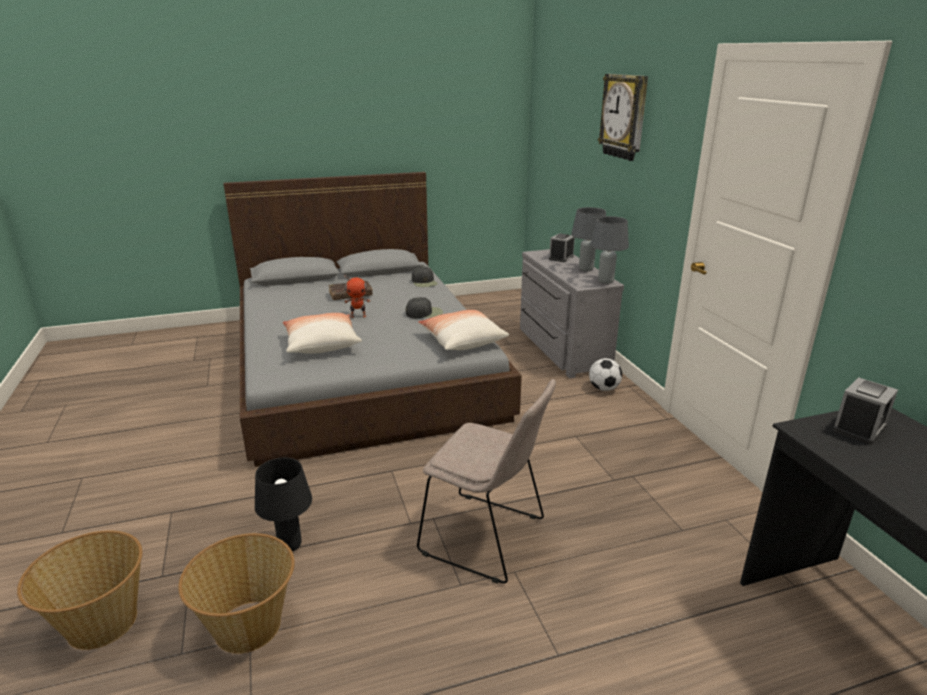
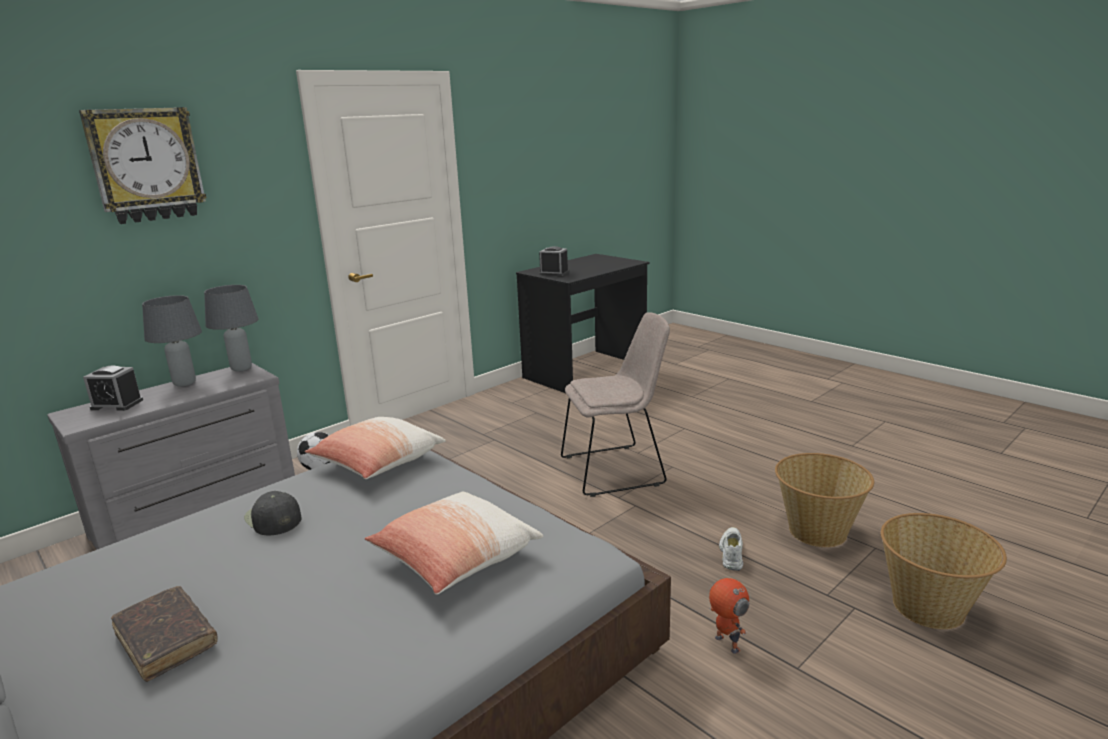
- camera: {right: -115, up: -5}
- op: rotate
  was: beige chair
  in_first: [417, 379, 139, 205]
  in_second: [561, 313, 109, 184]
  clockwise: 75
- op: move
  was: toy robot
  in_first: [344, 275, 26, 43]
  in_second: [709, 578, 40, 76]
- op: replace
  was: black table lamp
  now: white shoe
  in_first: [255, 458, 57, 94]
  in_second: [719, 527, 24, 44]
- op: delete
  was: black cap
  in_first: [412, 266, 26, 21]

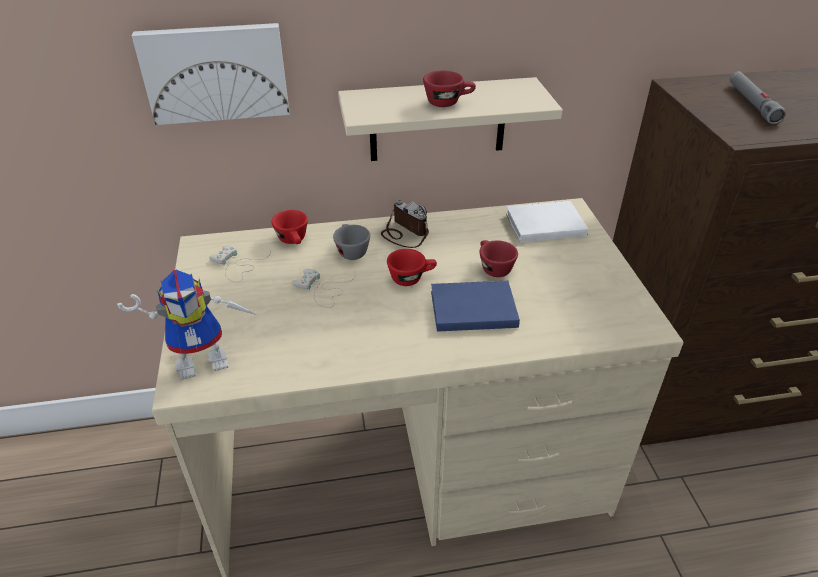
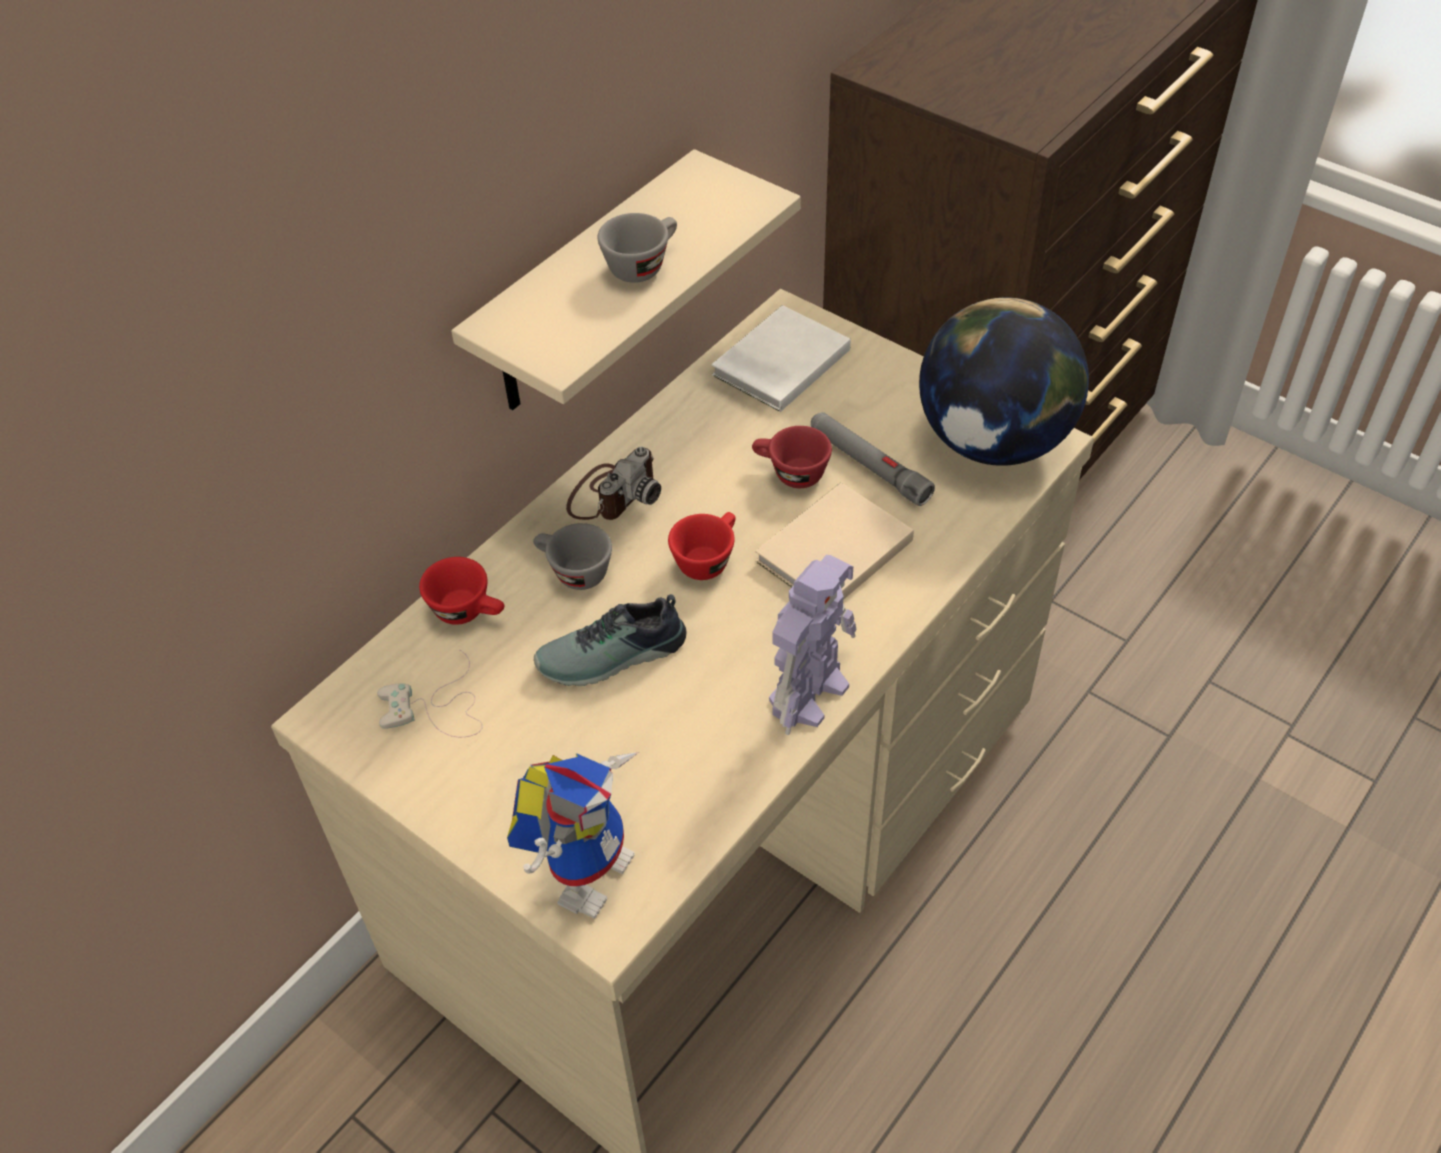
- camera: {right: -40, up: 10}
- op: replace
  was: white game controller
  now: shoe
  in_first: [292, 269, 63, 39]
  in_second: [534, 594, 152, 92]
- op: rotate
  was: photo camera
  in_first: [381, 200, 48, 48]
  in_second: [566, 447, 95, 73]
  clockwise: 120
- op: recolor
  was: red cup
  now: grey cup
  in_first: [423, 71, 53, 36]
  in_second: [598, 213, 79, 70]
- op: recolor
  was: blue book
  now: beige book
  in_first: [431, 281, 89, 51]
  in_second: [755, 482, 159, 118]
- op: insert
  now: toy robot
  in_second: [769, 555, 88, 180]
- op: move
  was: grey flashlight
  in_first: [730, 71, 56, 53]
  in_second: [811, 412, 124, 94]
- op: insert
  now: globe
  in_second: [919, 297, 170, 169]
- op: delete
  was: picture
  in_first: [132, 23, 158, 102]

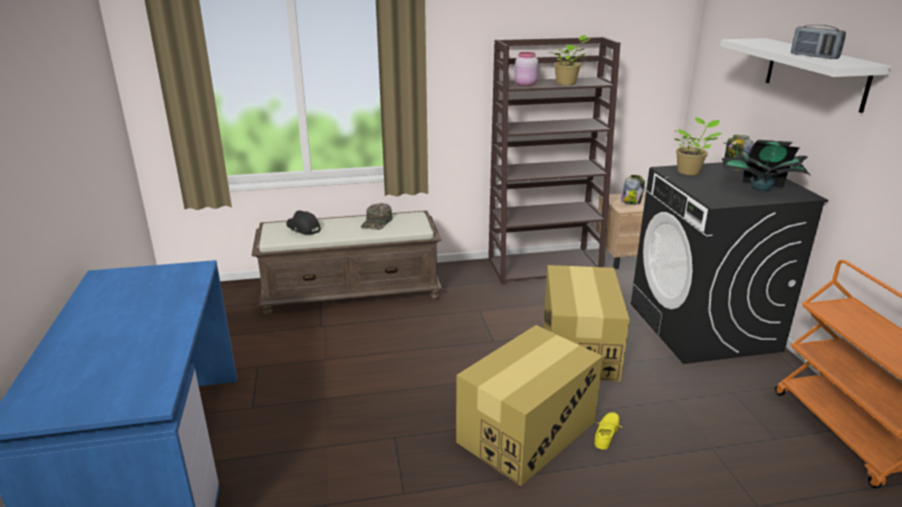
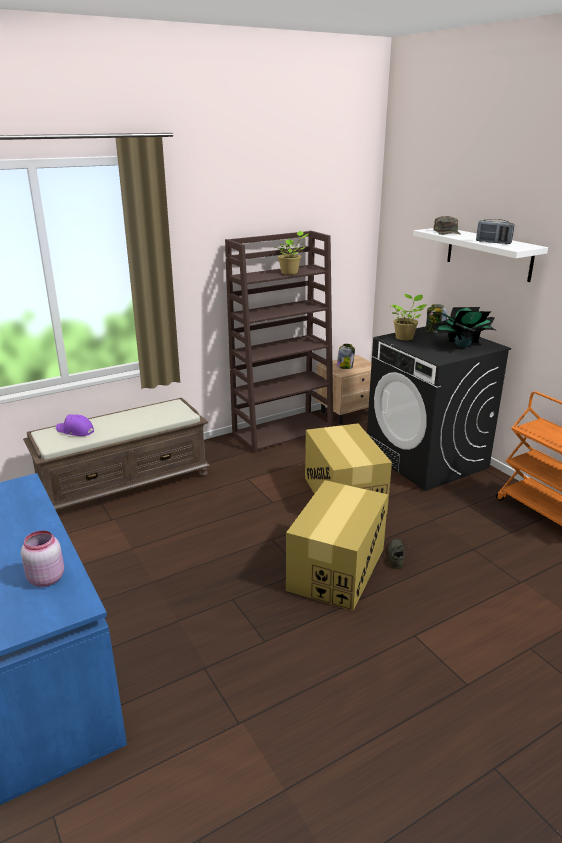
- camera: {right: -20, up: 0}
- op: move
  was: pink jar
  in_first: [515, 52, 23, 34]
  in_second: [21, 530, 43, 57]
- op: recolor
  was: black cap
  now: purple cap
  in_first: [286, 210, 34, 25]
  in_second: [56, 415, 38, 21]
- op: recolor
  was: yellow shoe
  now: grey shoe
  in_first: [594, 412, 29, 38]
  in_second: [388, 539, 22, 30]
- op: move
  was: green cap
  in_first: [361, 203, 31, 27]
  in_second: [433, 216, 28, 19]

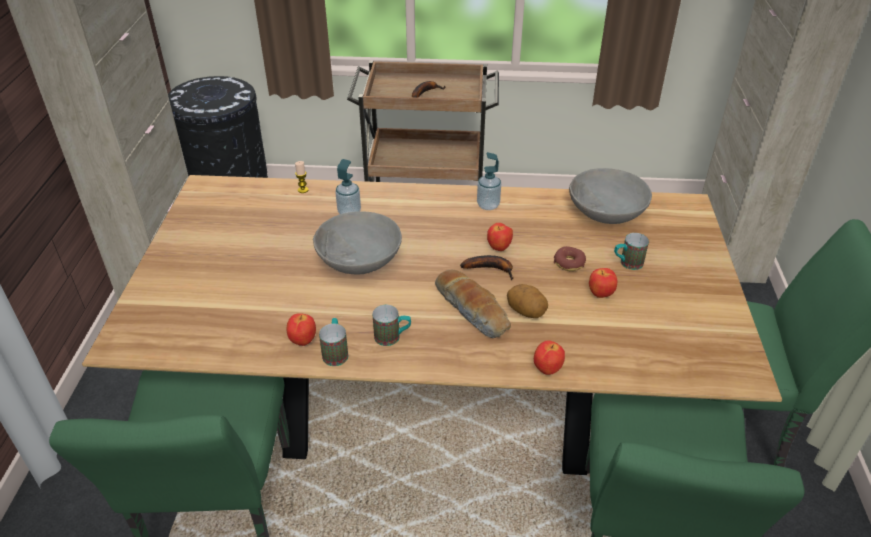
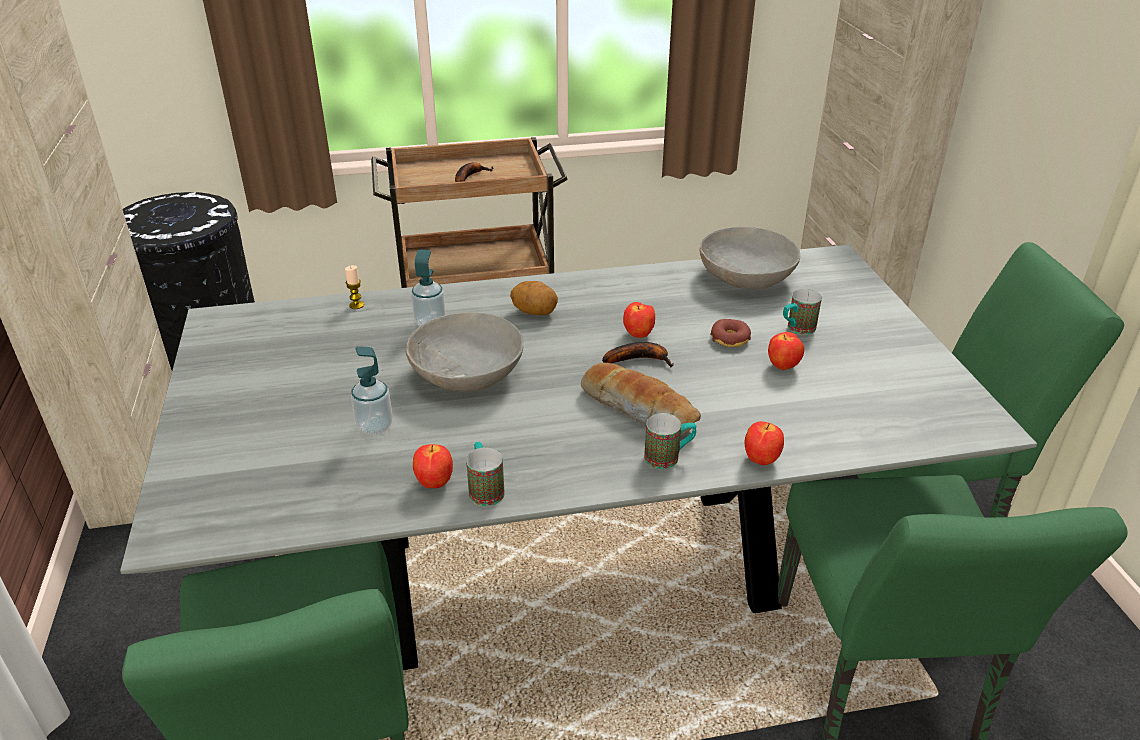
- camera: {right: -15, up: -5}
- op: recolor
  was: brown dining table
  now: grey dining table
  in_first: [82, 175, 700, 300]
  in_second: [120, 245, 917, 425]
- op: move
  was: soap dispenser
  in_first: [477, 152, 24, 58]
  in_second: [351, 346, 41, 89]
- op: move
  was: potato
  in_first: [507, 284, 41, 34]
  in_second: [510, 281, 48, 34]
- op: move
  was: mug
  in_first: [373, 305, 38, 41]
  in_second: [644, 413, 52, 56]

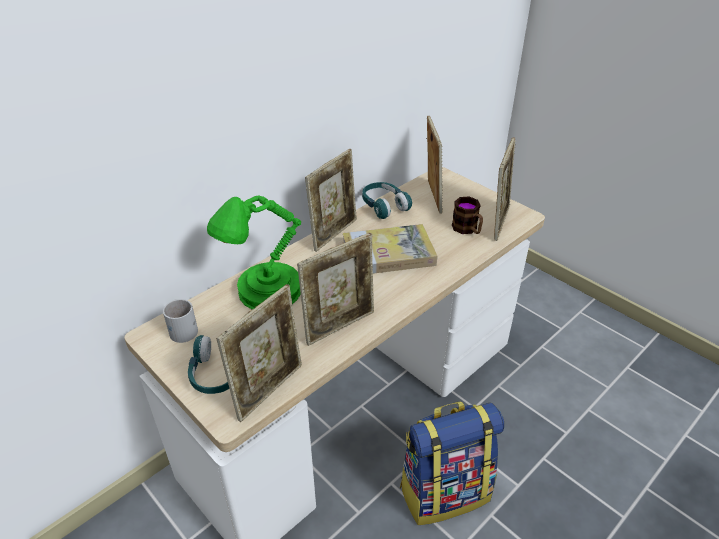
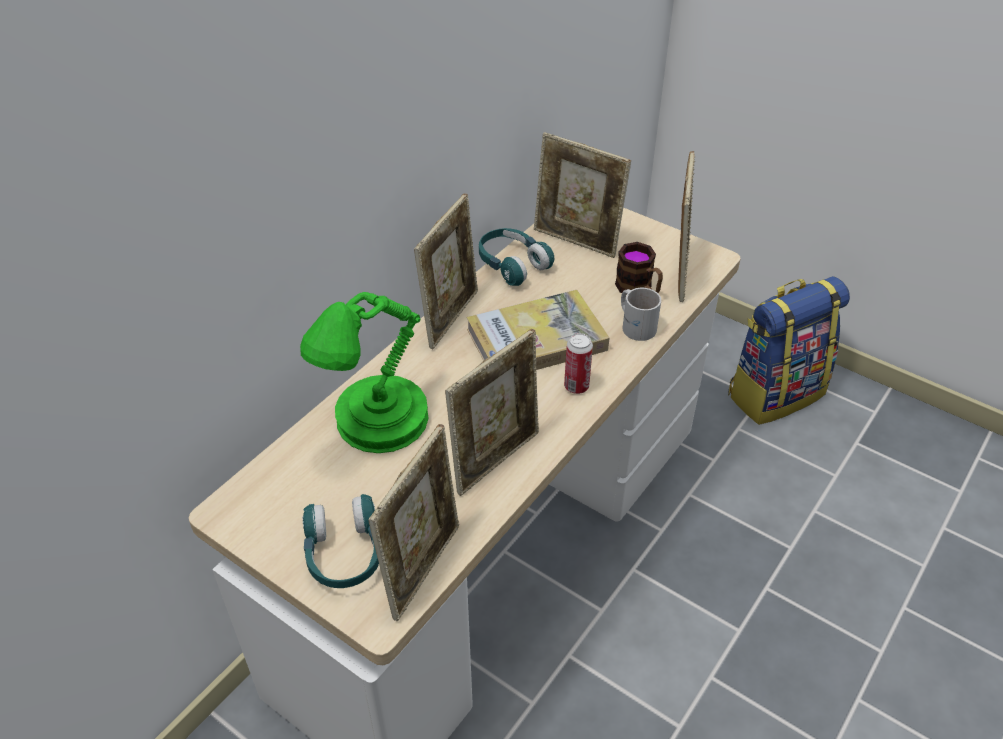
- camera: {right: -10, up: 5}
- op: rotate
  was: picture frame
  in_first: [426, 116, 17, 98]
  in_second: [534, 132, 97, 126]
  clockwise: 135
- op: insert
  now: can
  in_second: [564, 333, 29, 61]
- op: move
  was: white mug
  in_first: [163, 299, 35, 44]
  in_second: [621, 288, 40, 53]
- op: move
  was: backpack
  in_first: [400, 402, 104, 123]
  in_second: [728, 276, 122, 149]

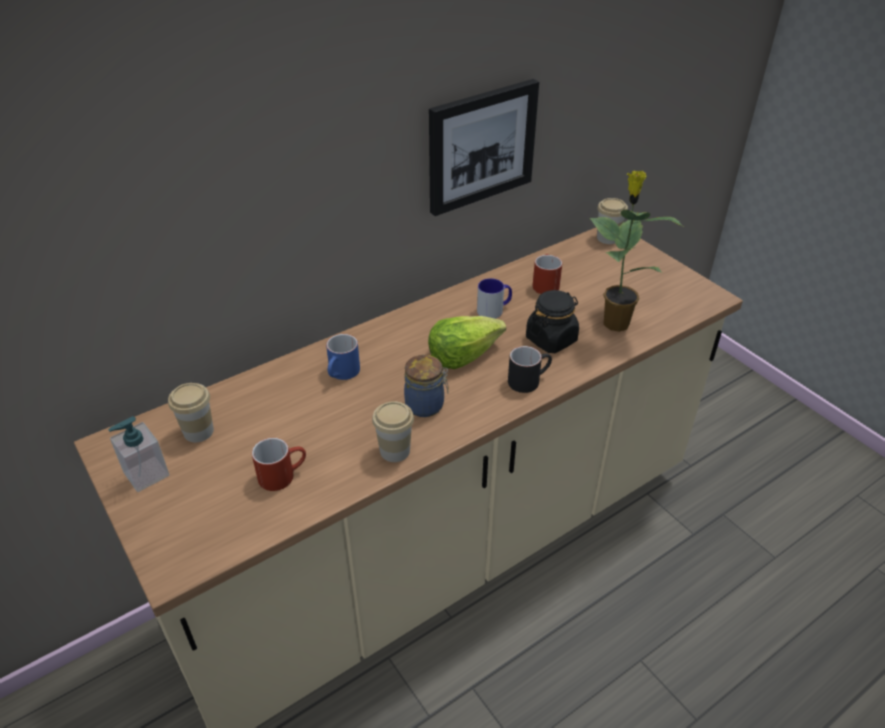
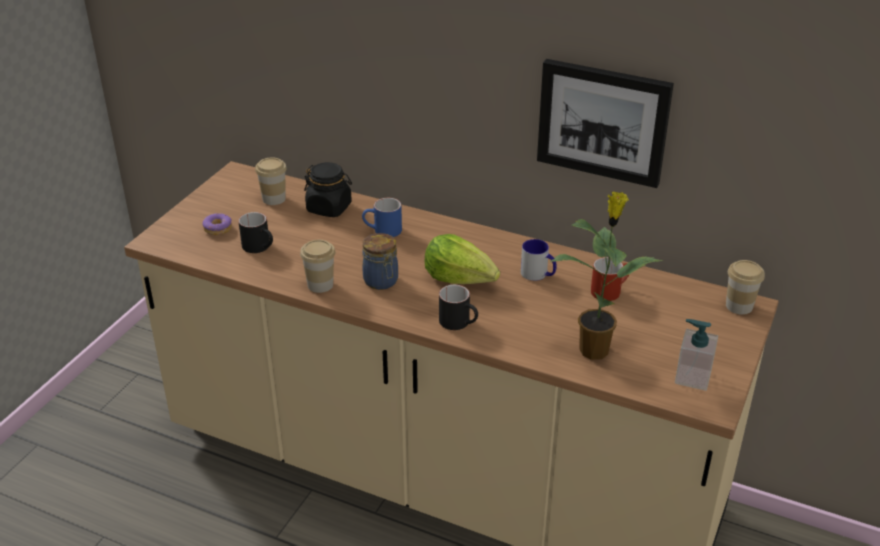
- camera: {right: 60, up: -5}
- op: insert
  now: donut
  in_second: [202, 213, 30, 23]
- op: recolor
  was: red mug
  now: black mug
  in_first: [252, 438, 54, 53]
  in_second: [238, 212, 35, 41]
- op: move
  was: black jar
  in_first: [526, 290, 53, 63]
  in_second: [304, 162, 48, 55]
- op: move
  was: soap dispenser
  in_first: [108, 416, 62, 76]
  in_second: [675, 319, 43, 72]

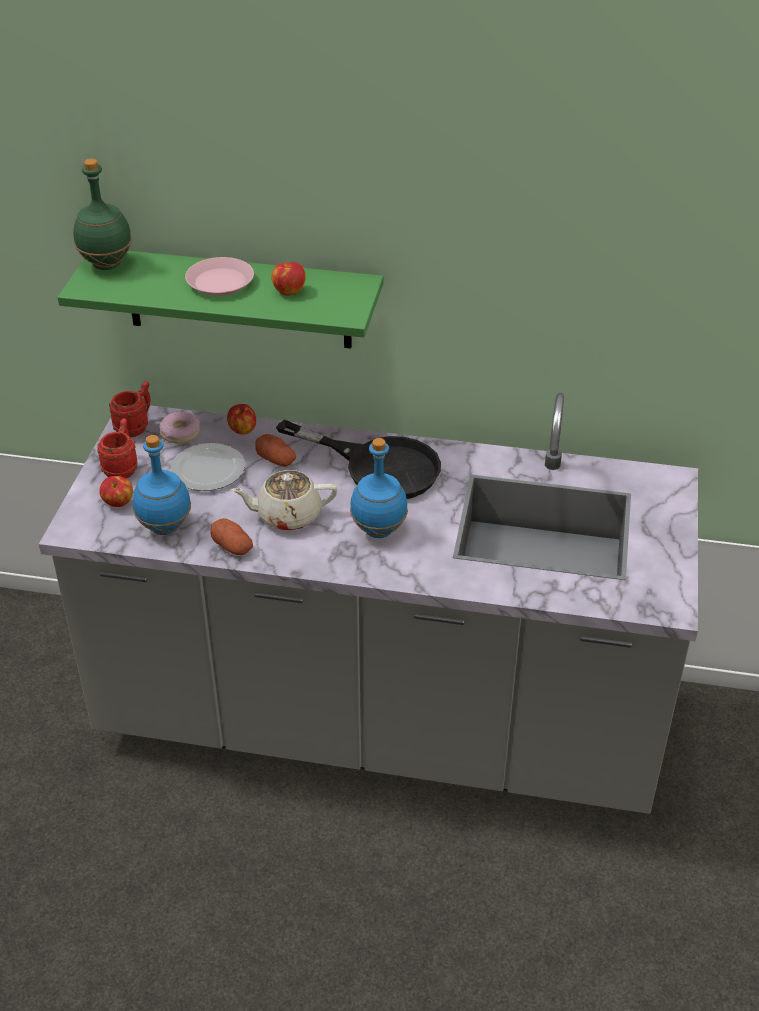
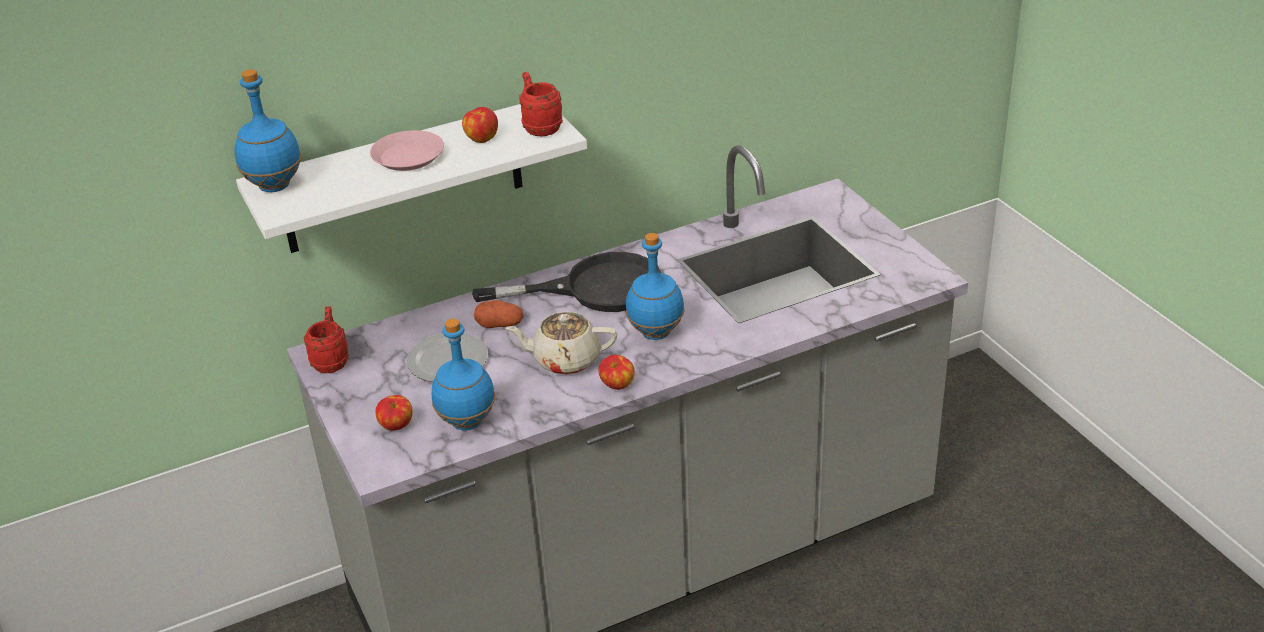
- camera: {right: -35, up: -5}
- op: recolor
  was: green bottle
  now: blue bottle
  in_first: [73, 159, 59, 111]
  in_second: [234, 69, 67, 123]
- op: recolor
  was: green shelf
  now: white shelf
  in_first: [57, 251, 326, 98]
  in_second: [236, 104, 351, 149]
- op: rotate
  was: beige teapot
  in_first: [231, 470, 107, 61]
  in_second: [506, 311, 111, 64]
  clockwise: 45
- op: move
  was: red mug
  in_first: [98, 418, 39, 60]
  in_second: [519, 72, 44, 65]
- op: move
  was: apple
  in_first: [227, 404, 29, 30]
  in_second: [599, 355, 36, 35]
- op: delete
  was: donut
  in_first: [159, 412, 41, 32]
- op: delete
  was: potato
  in_first: [211, 518, 42, 37]

